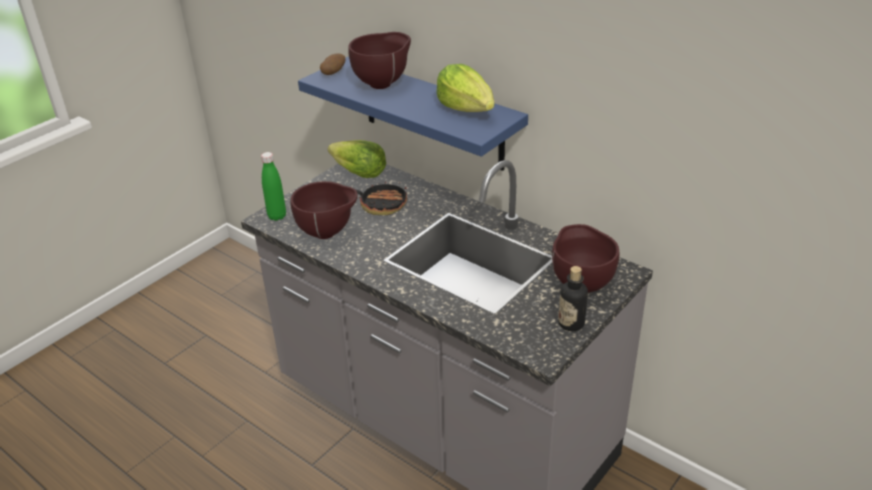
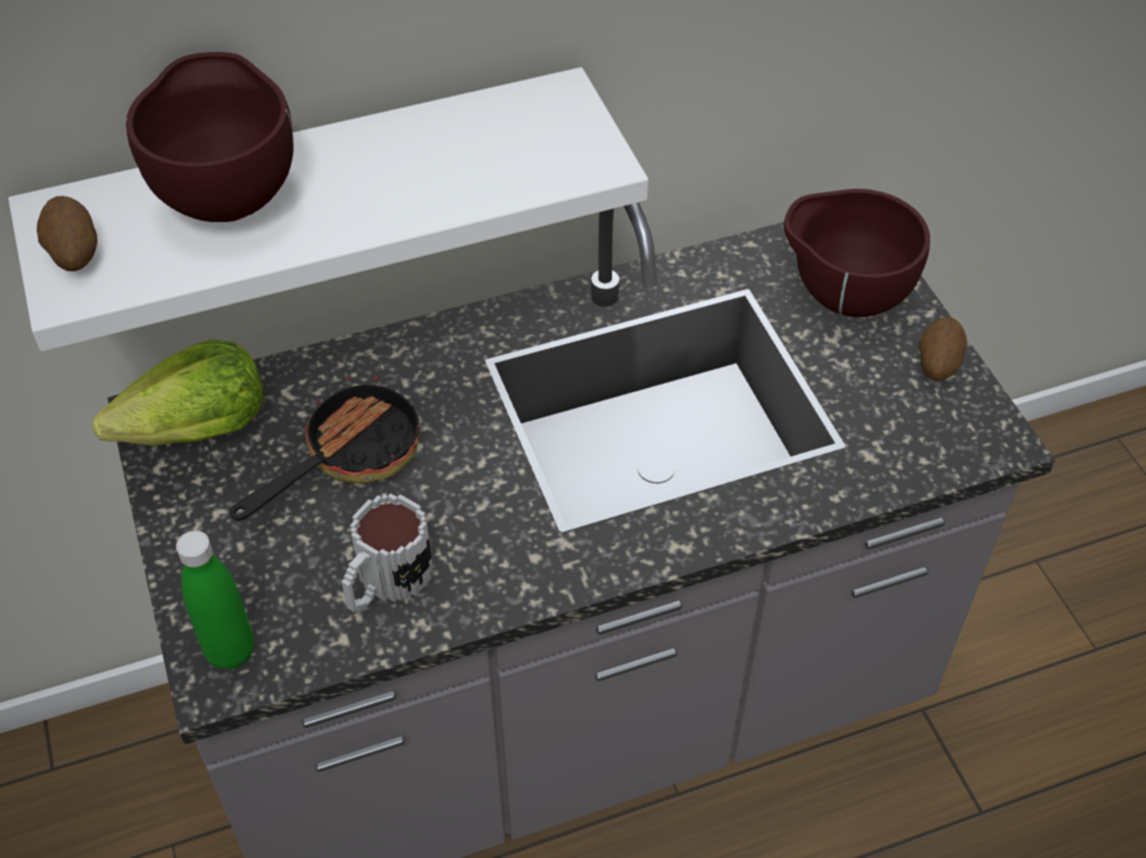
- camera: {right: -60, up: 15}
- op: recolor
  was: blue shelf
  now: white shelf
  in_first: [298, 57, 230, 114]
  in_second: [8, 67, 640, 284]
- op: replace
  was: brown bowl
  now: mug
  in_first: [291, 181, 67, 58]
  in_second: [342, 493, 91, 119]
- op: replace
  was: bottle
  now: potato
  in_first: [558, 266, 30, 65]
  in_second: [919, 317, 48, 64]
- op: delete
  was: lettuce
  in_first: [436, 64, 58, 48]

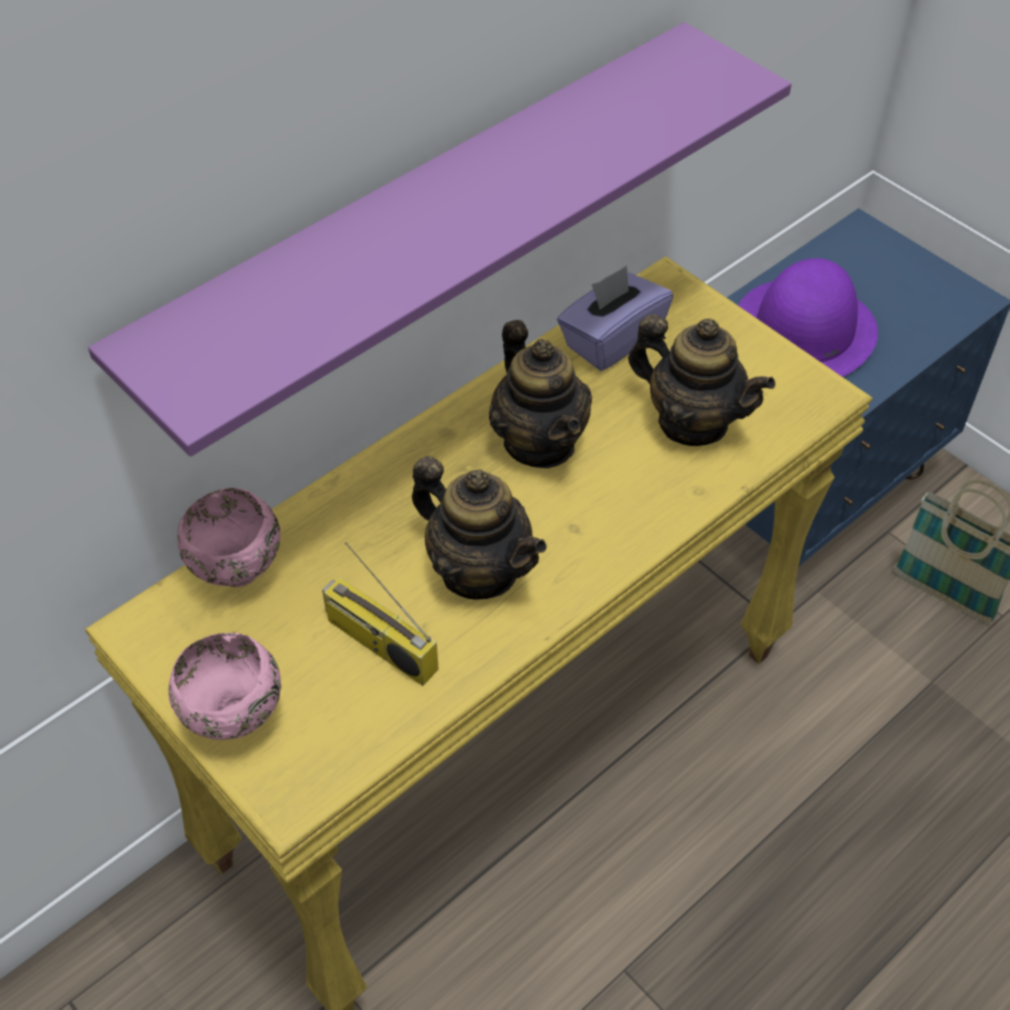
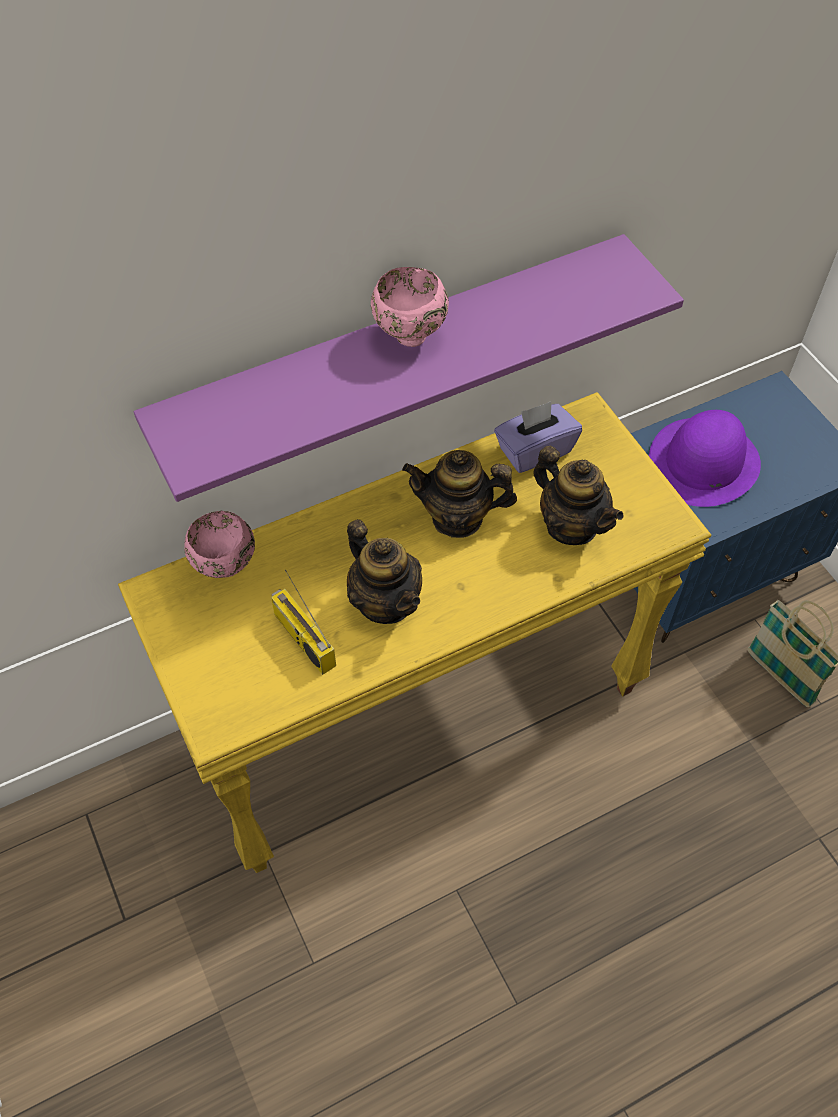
- camera: {right: 15, up: 5}
- op: move
  was: pink bowl
  in_first: [169, 632, 112, 108]
  in_second: [371, 267, 78, 80]
- op: rotate
  was: teapot
  in_first: [489, 320, 103, 148]
  in_second: [402, 450, 115, 88]
  clockwise: 105

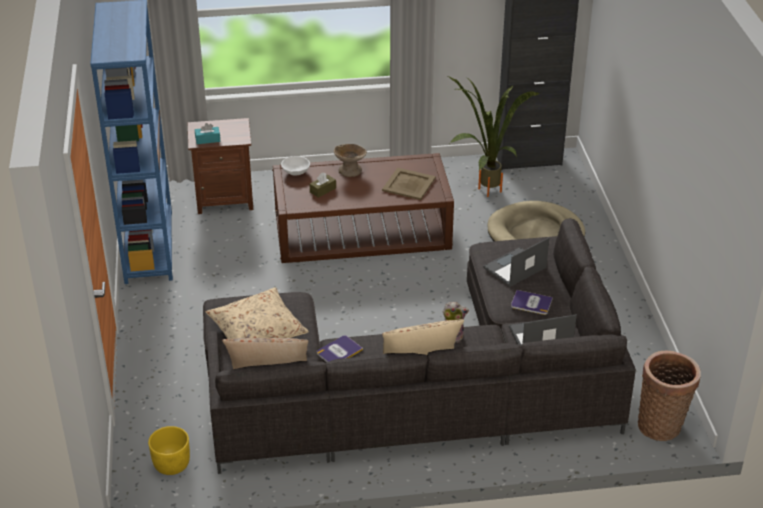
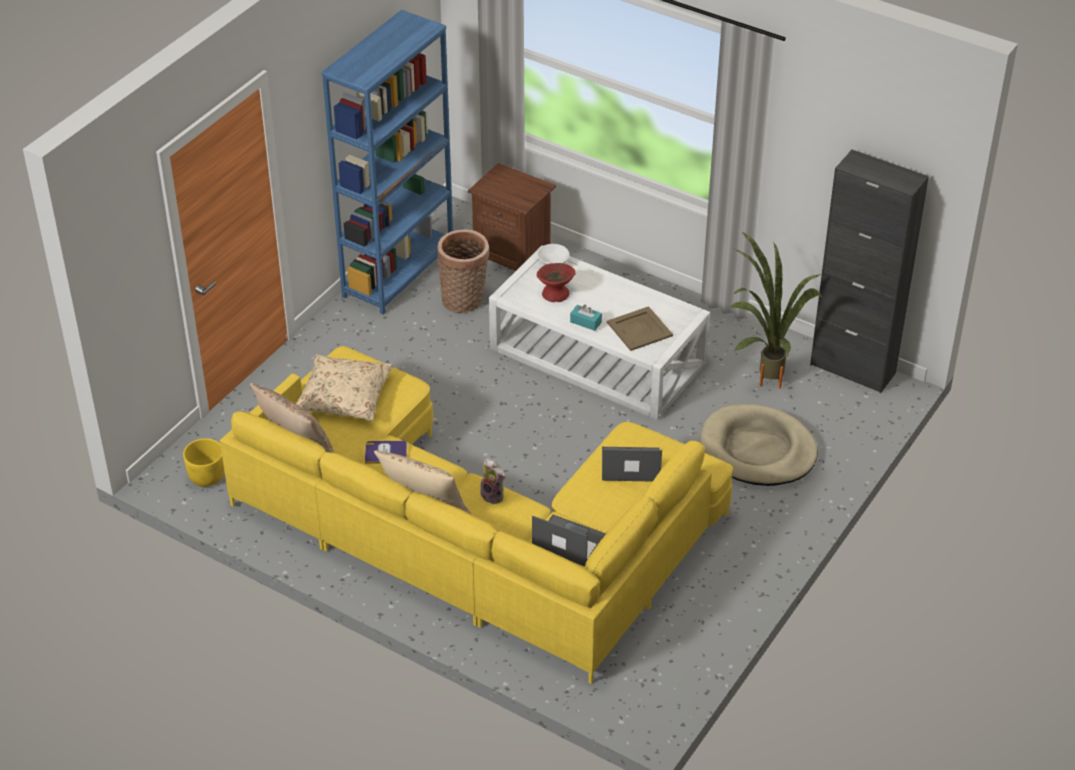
- camera: {right: 40, up: 5}
- op: recolor
  was: grey sofa
  now: yellow sofa
  in_first: [203, 218, 433, 256]
  in_second: [220, 346, 513, 338]
- op: move
  was: basket
  in_first: [638, 351, 63, 90]
  in_second: [437, 229, 52, 84]
- op: recolor
  was: brown coffee table
  now: white coffee table
  in_first: [272, 153, 182, 110]
  in_second: [489, 245, 221, 175]
- op: replace
  was: brown tissue box
  now: red bowl
  in_first: [310, 172, 26, 26]
  in_second: [537, 263, 39, 39]
- op: move
  was: turquoise tissue box
  in_first: [195, 123, 25, 21]
  in_second: [570, 305, 32, 26]
- op: delete
  was: beige bowl
  in_first: [334, 144, 33, 33]
- op: delete
  was: book
  in_first: [511, 290, 42, 25]

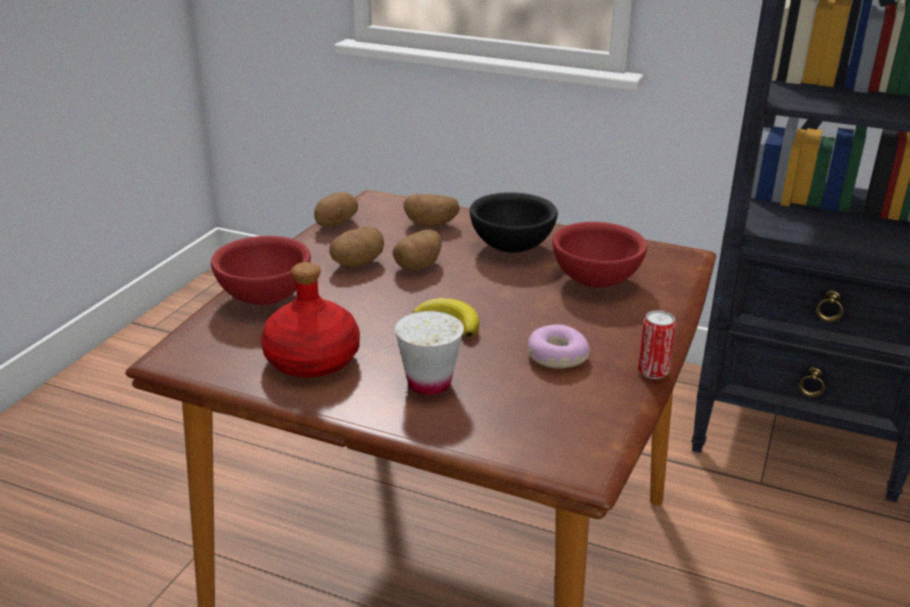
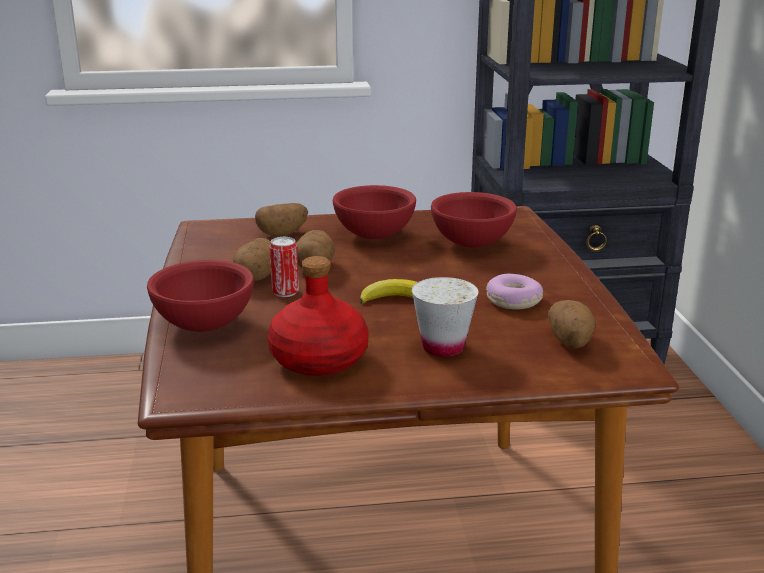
- camera: {right: -30, up: -5}
- op: move
  was: can
  in_first: [638, 310, 38, 69]
  in_second: [269, 237, 30, 60]
- op: recolor
  was: black bowl
  now: red bowl
  in_first: [469, 192, 89, 61]
  in_second: [333, 185, 83, 54]
- op: move
  was: potato
  in_first: [314, 192, 44, 35]
  in_second: [548, 300, 47, 49]

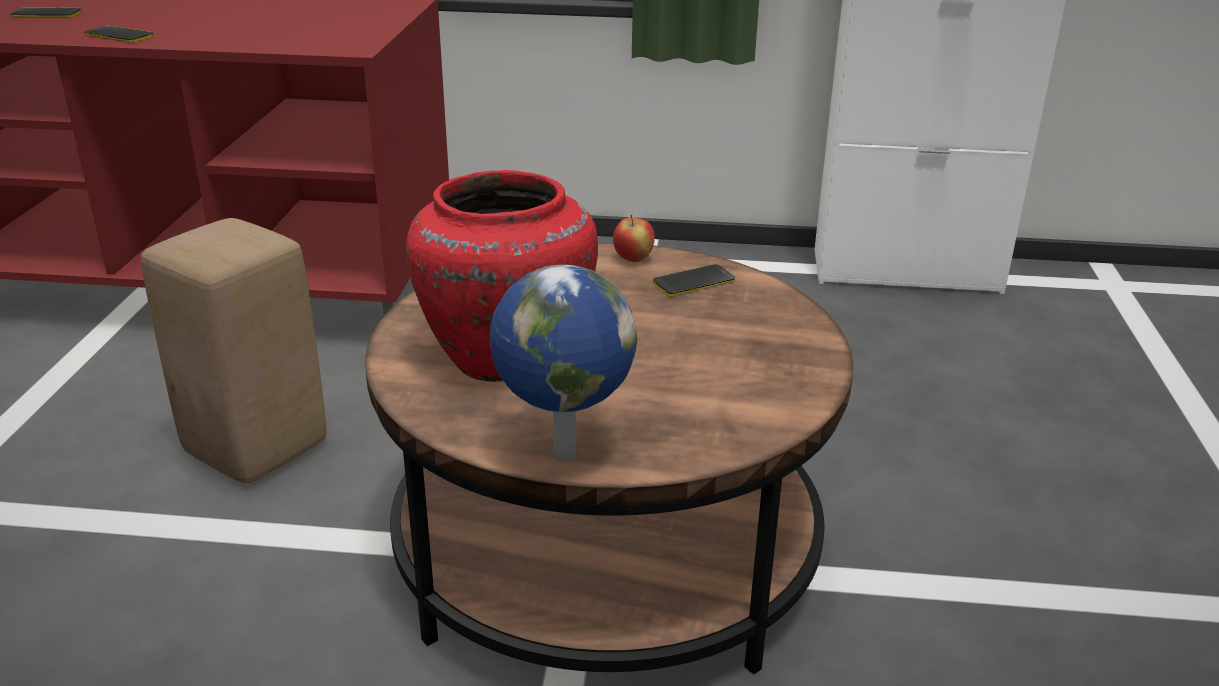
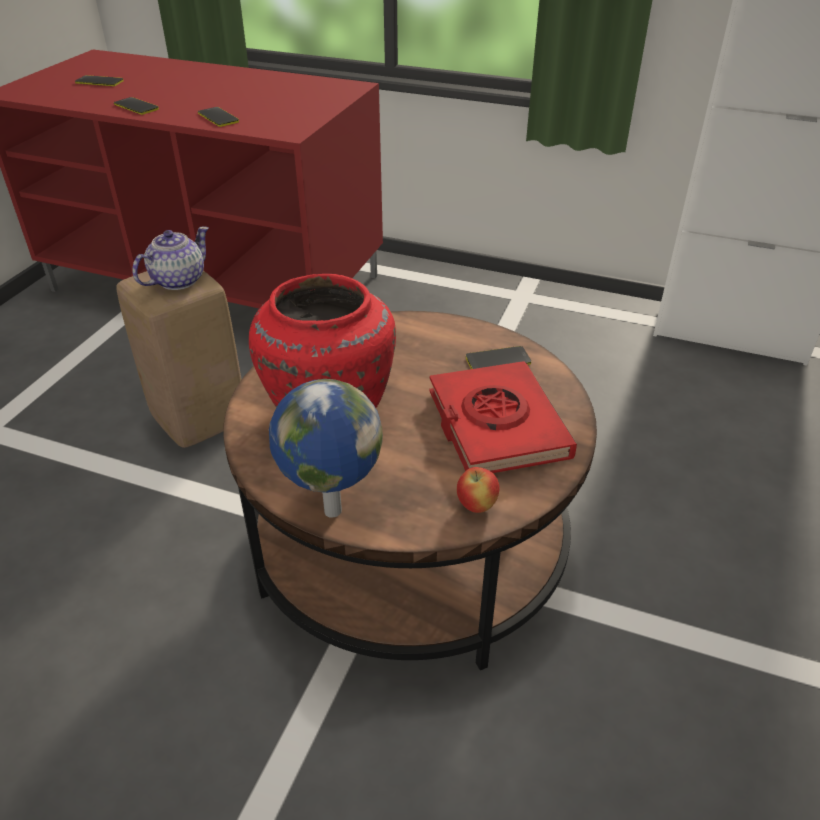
- camera: {right: 15, up: 10}
- op: insert
  now: teapot
  in_second: [132, 227, 77, 63]
- op: insert
  now: phone
  in_second: [198, 107, 41, 20]
- op: insert
  now: red book
  in_second: [430, 361, 147, 112]
- op: move
  was: apple
  in_first: [613, 215, 42, 47]
  in_second: [457, 467, 43, 46]

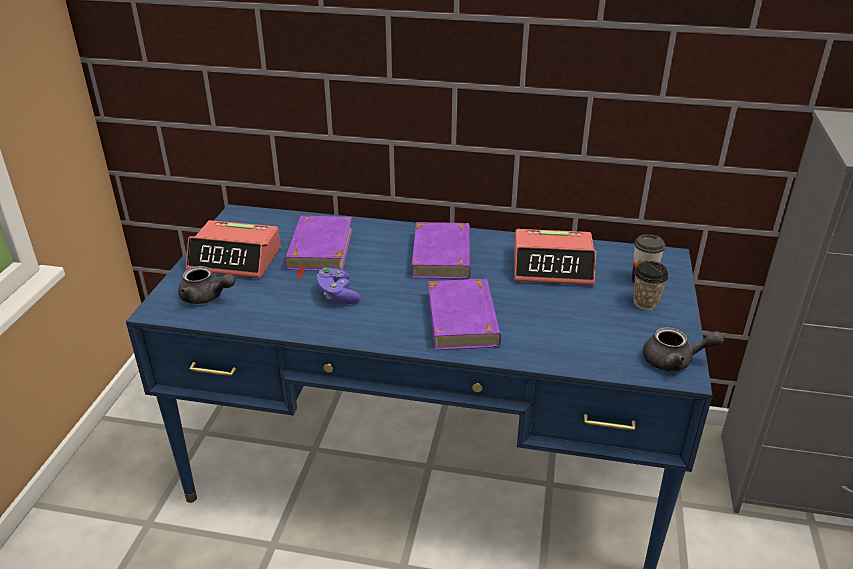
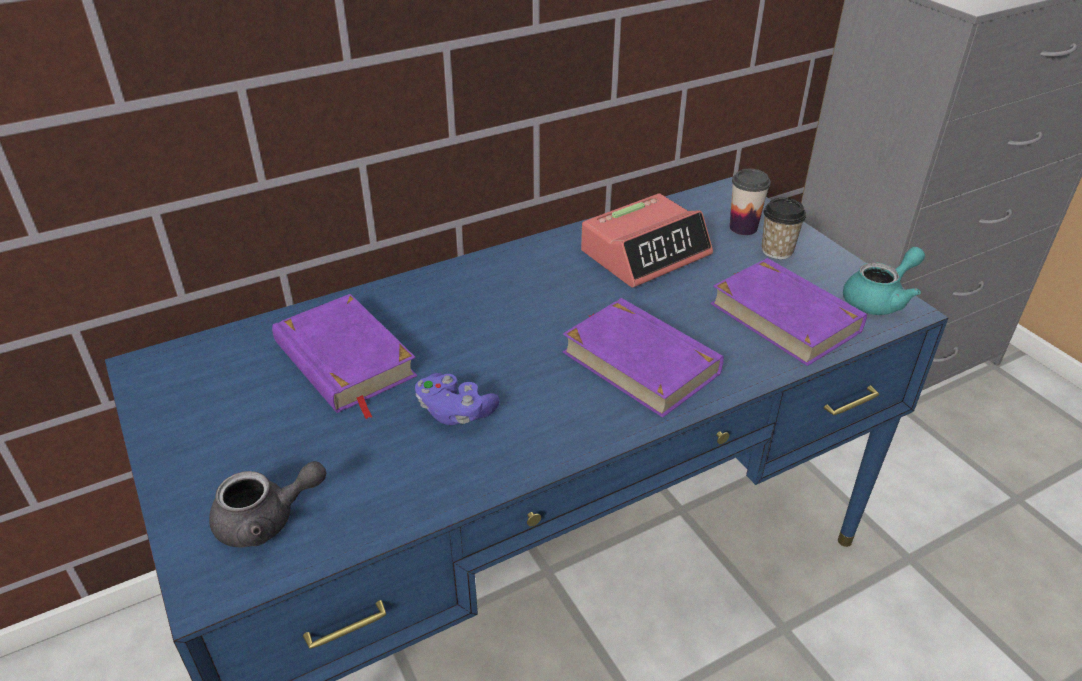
- camera: {right: -40, up: 5}
- op: move
  was: purple book
  in_first: [412, 222, 59, 57]
  in_second: [711, 258, 156, 108]
- op: recolor
  was: grey teapot
  now: turquoise teapot
  in_first: [643, 327, 81, 44]
  in_second: [843, 247, 82, 68]
- op: delete
  was: alarm clock
  in_first: [186, 220, 95, 58]

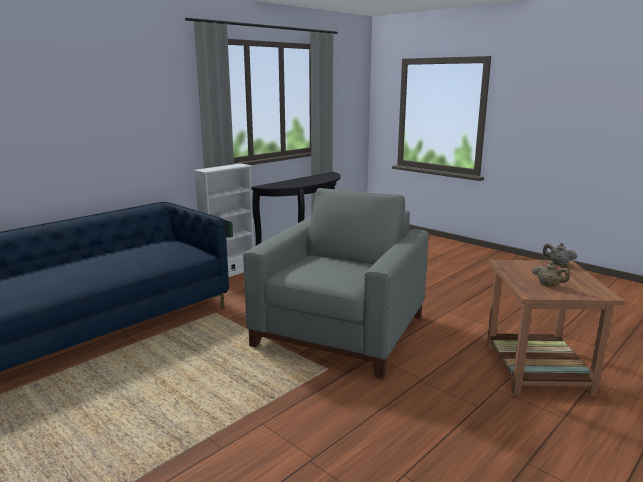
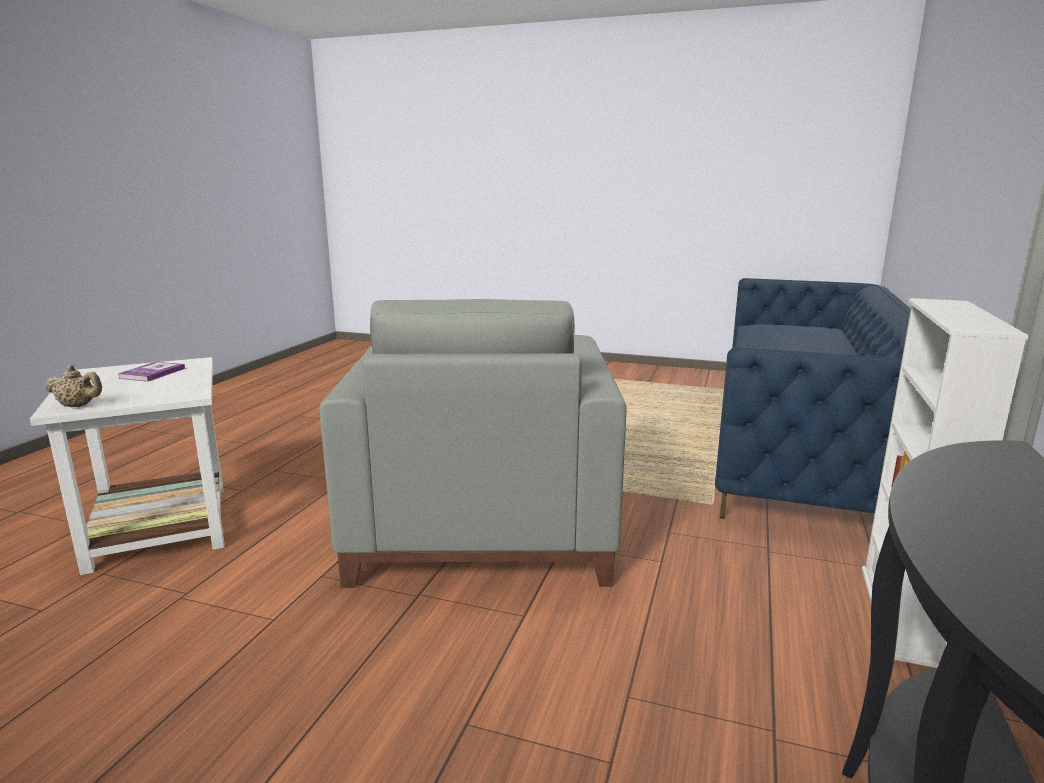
- camera: {right: 155, up: 0}
- op: recolor
  was: brown side table
  now: white side table
  in_first: [486, 260, 139, 136]
  in_second: [30, 357, 194, 218]
- op: replace
  was: beige teapot
  now: book
  in_first: [532, 261, 38, 25]
  in_second: [118, 362, 67, 20]

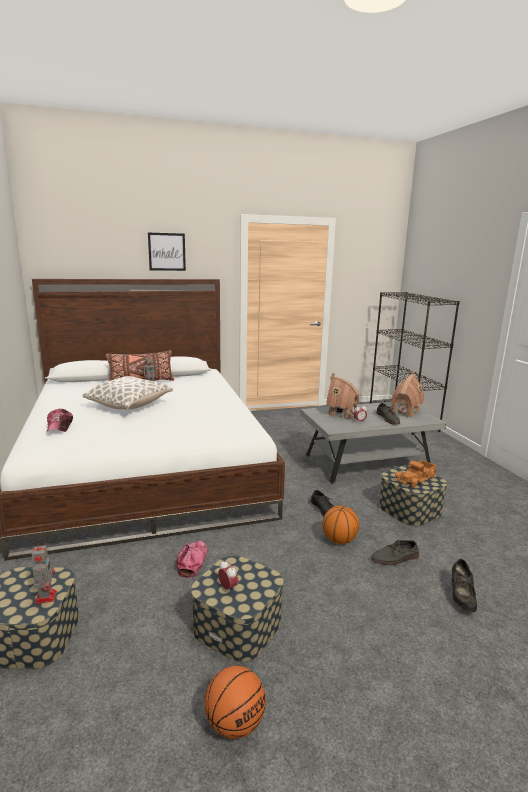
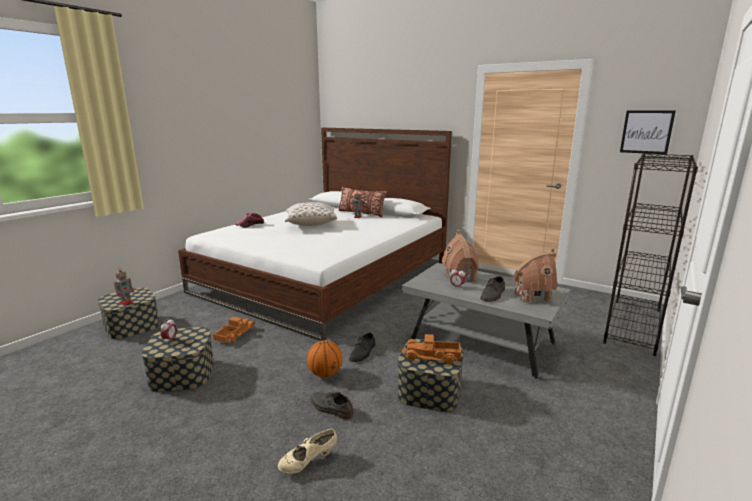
- camera: {right: 50, up: 0}
- op: replace
  was: cap
  now: toy truck
  in_first: [176, 541, 32, 37]
  in_second: [213, 317, 42, 26]
- op: recolor
  was: black shoe
  now: beige shoe
  in_first: [451, 559, 26, 53]
  in_second: [278, 429, 59, 45]
- op: move
  was: picture
  in_first: [148, 233, 38, 38]
  in_second: [620, 110, 56, 44]
- op: delete
  was: basketball
  in_first: [205, 665, 61, 74]

